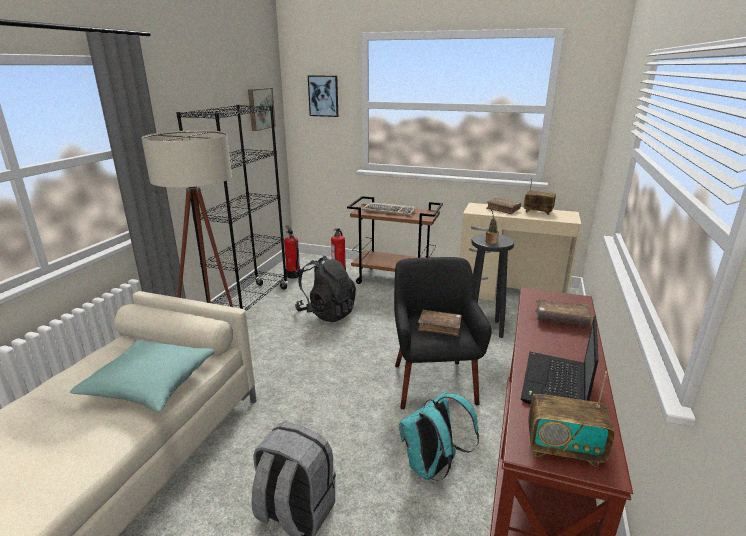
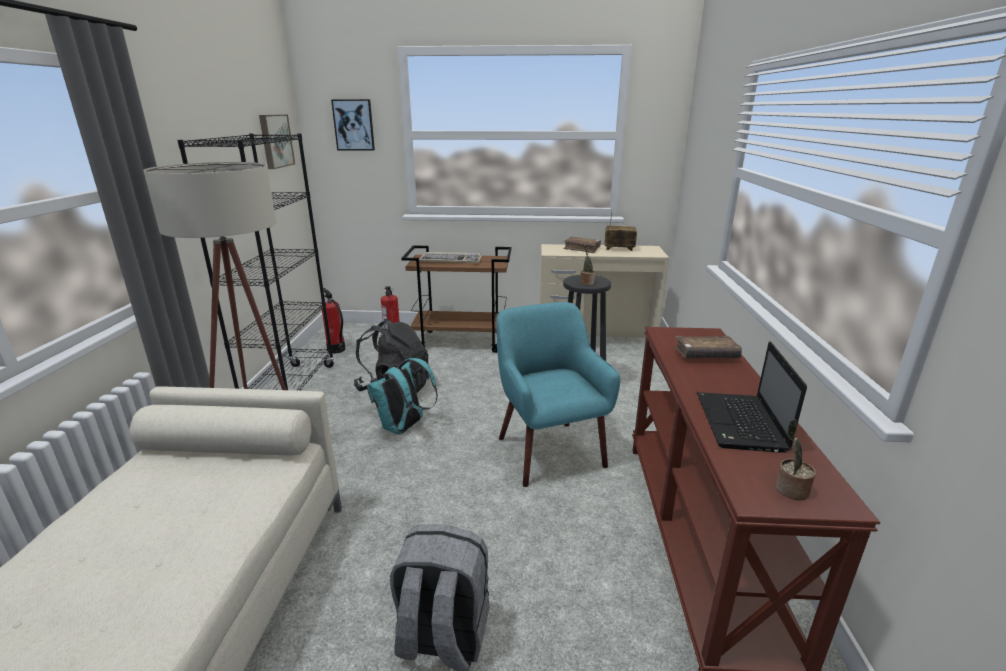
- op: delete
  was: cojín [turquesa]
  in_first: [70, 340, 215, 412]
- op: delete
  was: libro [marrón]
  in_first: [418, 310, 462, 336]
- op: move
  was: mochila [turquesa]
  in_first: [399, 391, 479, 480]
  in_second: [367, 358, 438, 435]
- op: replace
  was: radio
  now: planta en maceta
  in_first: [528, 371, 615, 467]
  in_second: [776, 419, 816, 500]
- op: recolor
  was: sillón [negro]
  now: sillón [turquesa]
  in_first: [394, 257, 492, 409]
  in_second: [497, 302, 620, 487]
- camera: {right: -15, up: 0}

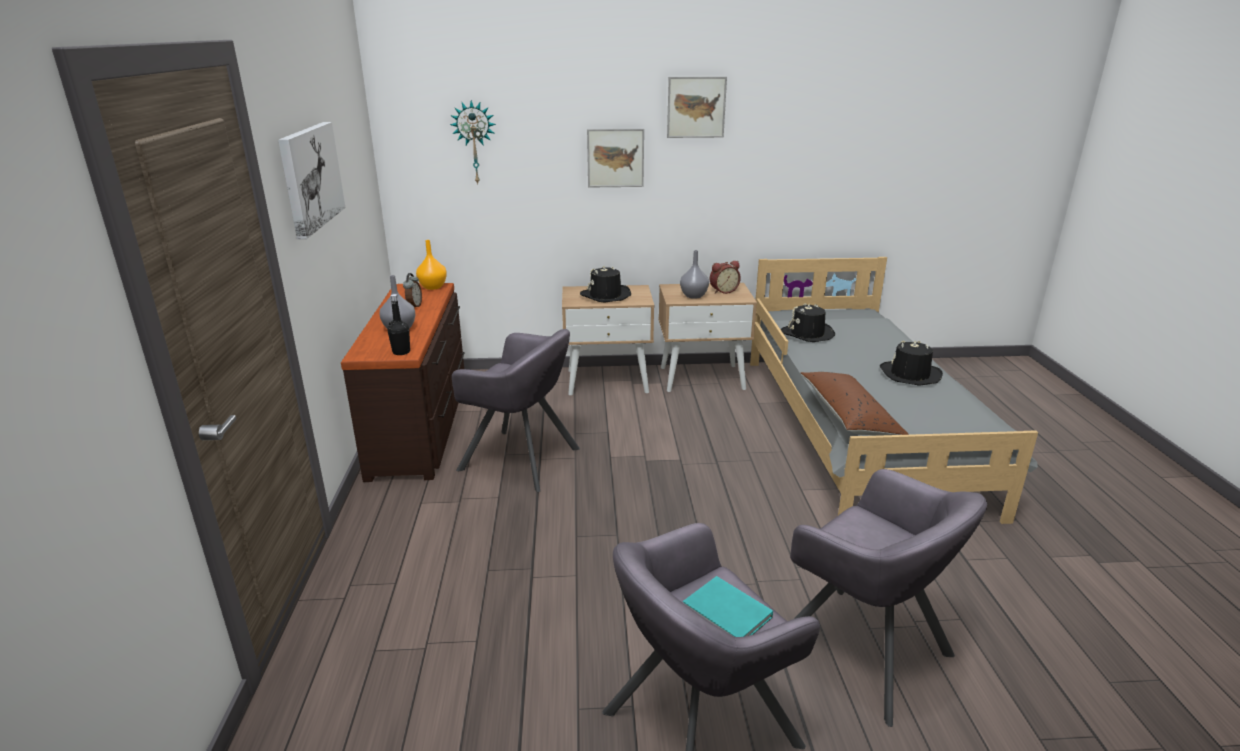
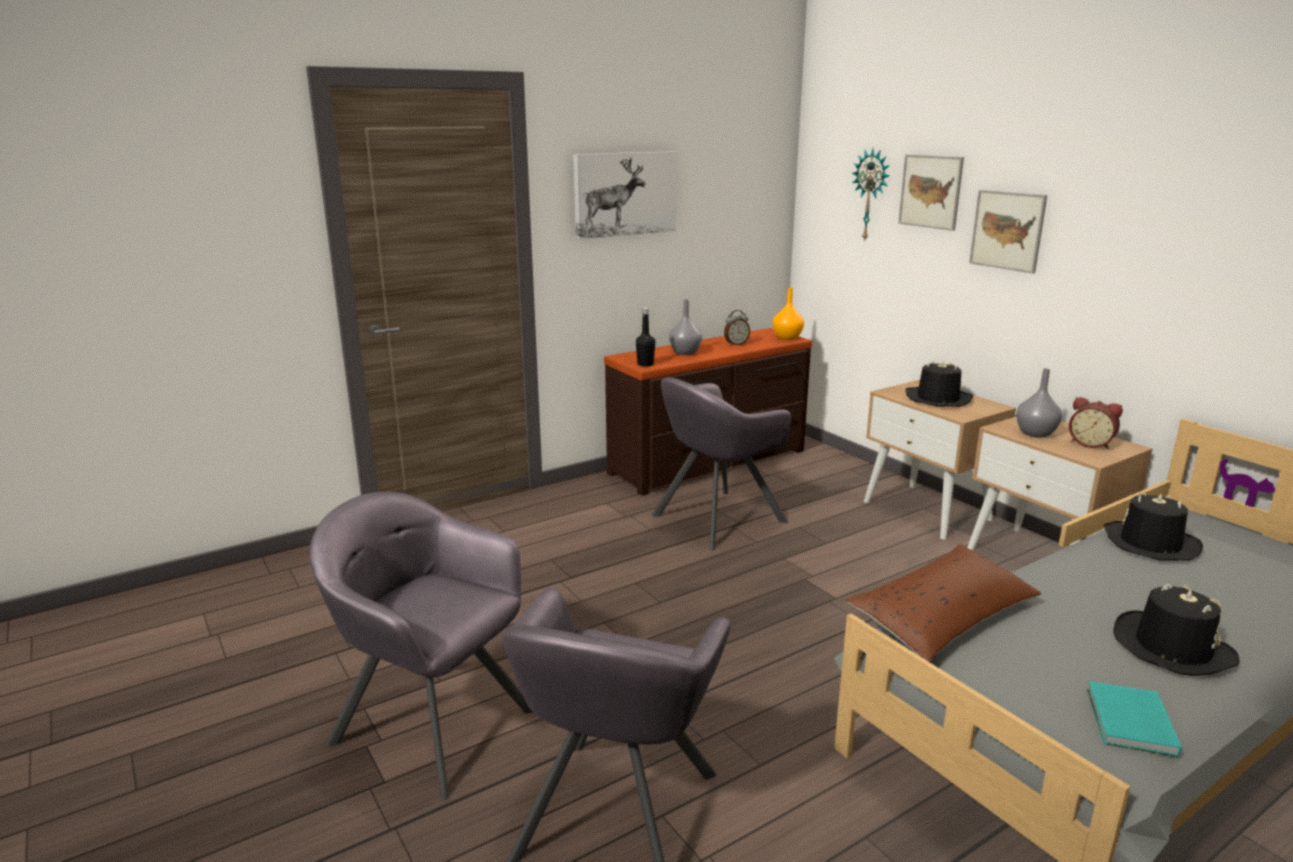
- op: move
  was: cuadro
  in_first: [667, 77, 727, 138]
  in_second: [898, 154, 964, 231]
- op: move
  was: libro [turquesa]
  in_first: [683, 576, 773, 637]
  in_second: [1087, 681, 1182, 757]
- op: rotate
  was: sillón [gris]
  in_first: [452, 329, 580, 492]
  in_second: [652, 378, 791, 551]
  clockwise: 60
- camera: {right: 60, up: -5}

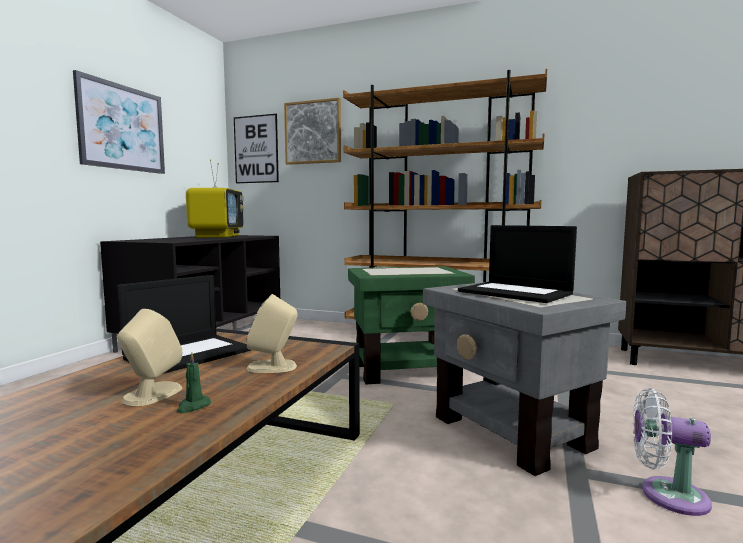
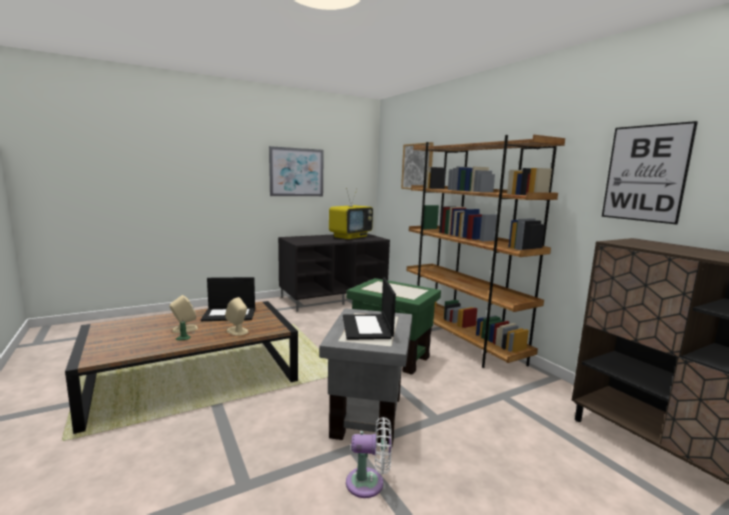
- op: move
  was: cuadro
  in_first: [234, 114, 279, 183]
  in_second: [602, 121, 698, 224]
- op: rotate
  was: ventilador [blanco]
  in_first: [633, 388, 712, 516]
  in_second: [346, 417, 392, 498]
  clockwise: 120
- camera: {right: 40, up: 5}

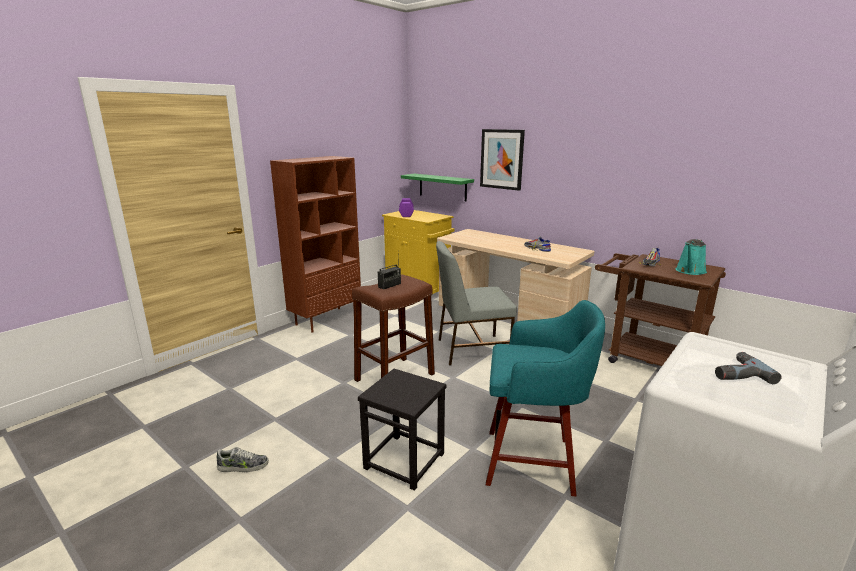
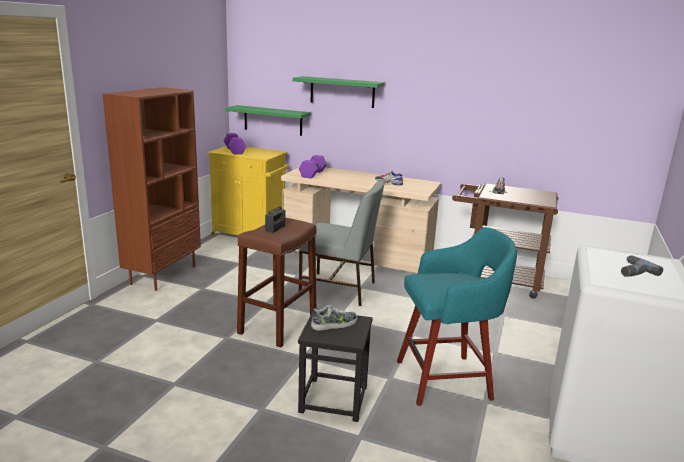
- op: delete
  was: regadera [turquesa]
  in_first: [676, 239, 707, 275]
- op: insert
  now: mancuerna [morado]
  in_second: [299, 155, 327, 178]
- op: move
  was: zapato
  in_first: [217, 447, 269, 472]
  in_second: [311, 305, 357, 331]
- op: replace
  was: cuadro
  now: estante [verde]
  in_first: [480, 129, 525, 191]
  in_second: [293, 76, 385, 108]
- op: rotate
  was: silla [gris]
  in_first: [436, 241, 517, 366]
  in_second: [298, 180, 384, 306]
  clockwise: -135
- camera: {right: -20, up: 0}

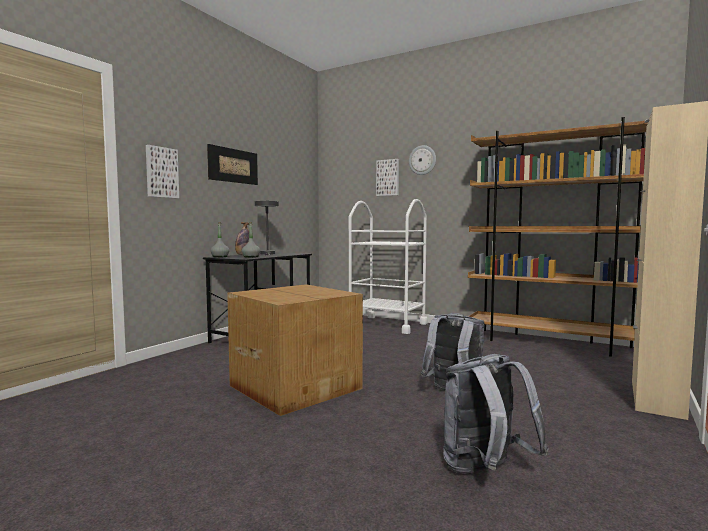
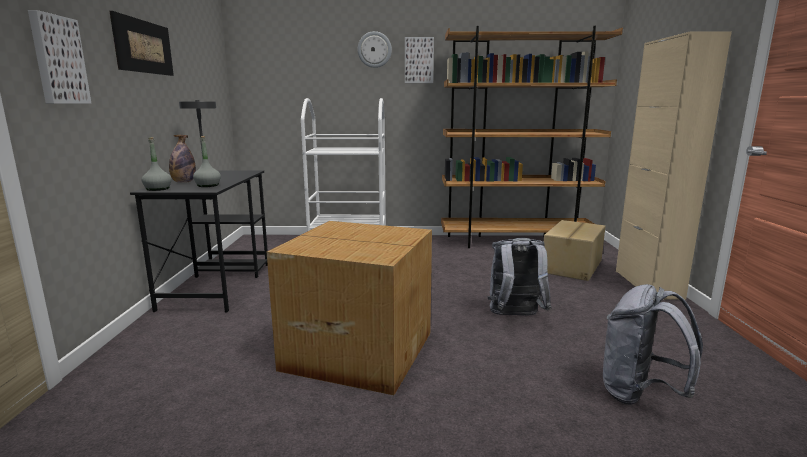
- op: insert
  now: caja de cartón
  in_second: [544, 220, 605, 281]
- op: move
  was: cuadro
  in_first: [376, 159, 399, 196]
  in_second: [405, 37, 434, 83]
- camera: {right: -30, up: 10}

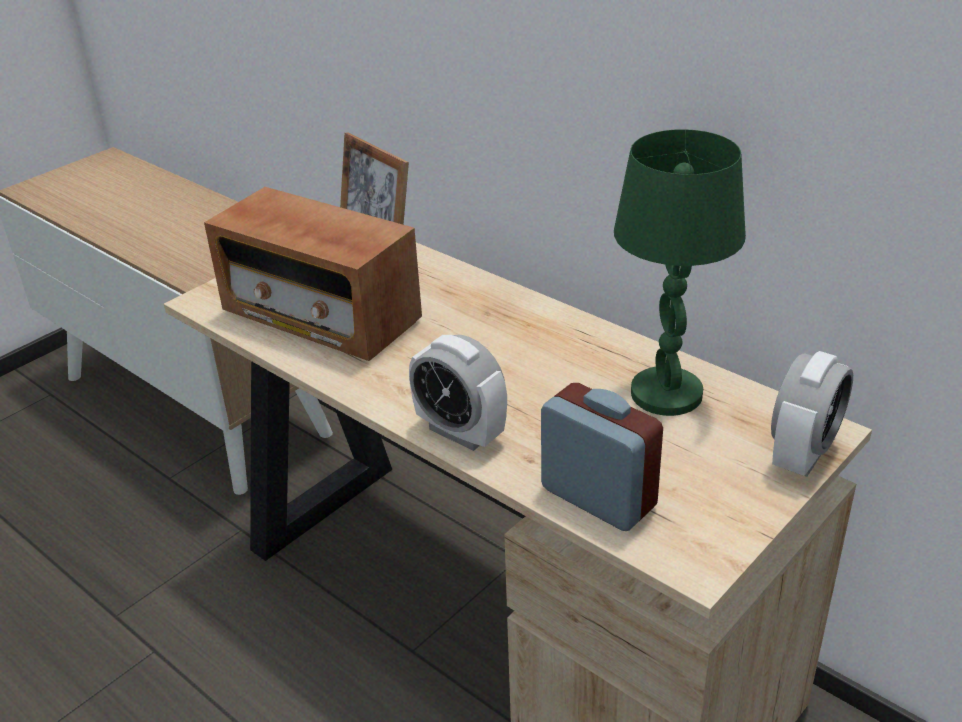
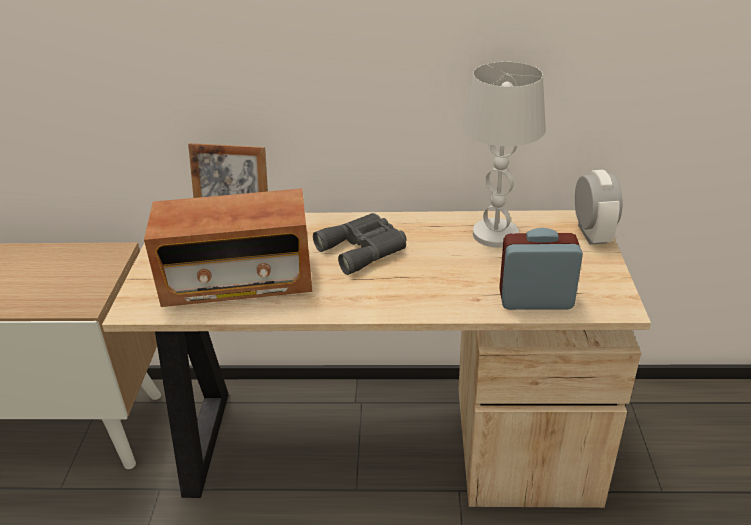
- op: delete
  was: despertador
  in_first: [409, 335, 507, 451]
- op: insert
  now: prismáticos [gris]
  in_second: [313, 213, 407, 275]
- op: recolor
  was: lámpara de mesa [verde]
  now: lámpara de mesa [blanco]
  in_first: [614, 129, 746, 416]
  in_second: [462, 62, 546, 247]
- camera: {right: -40, up: 0}

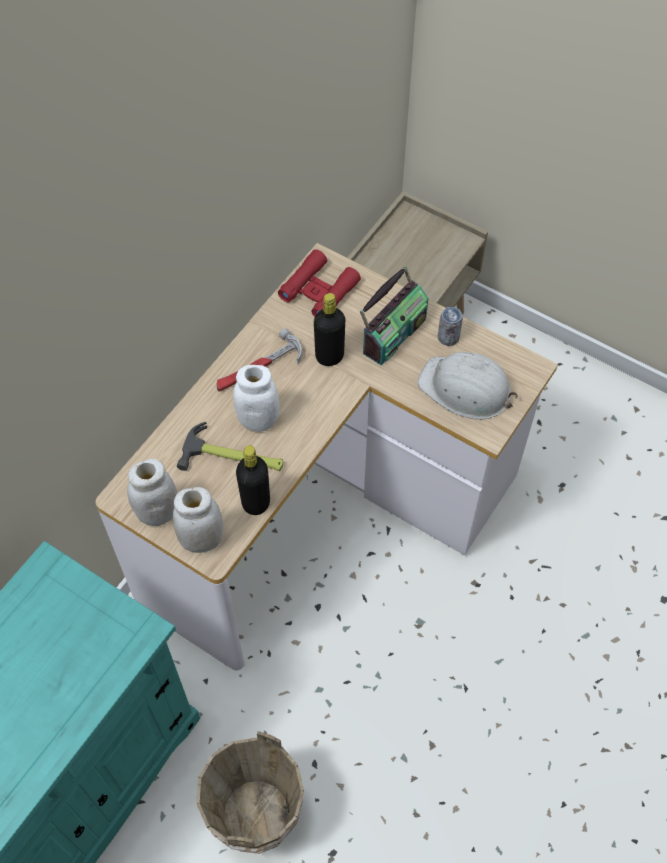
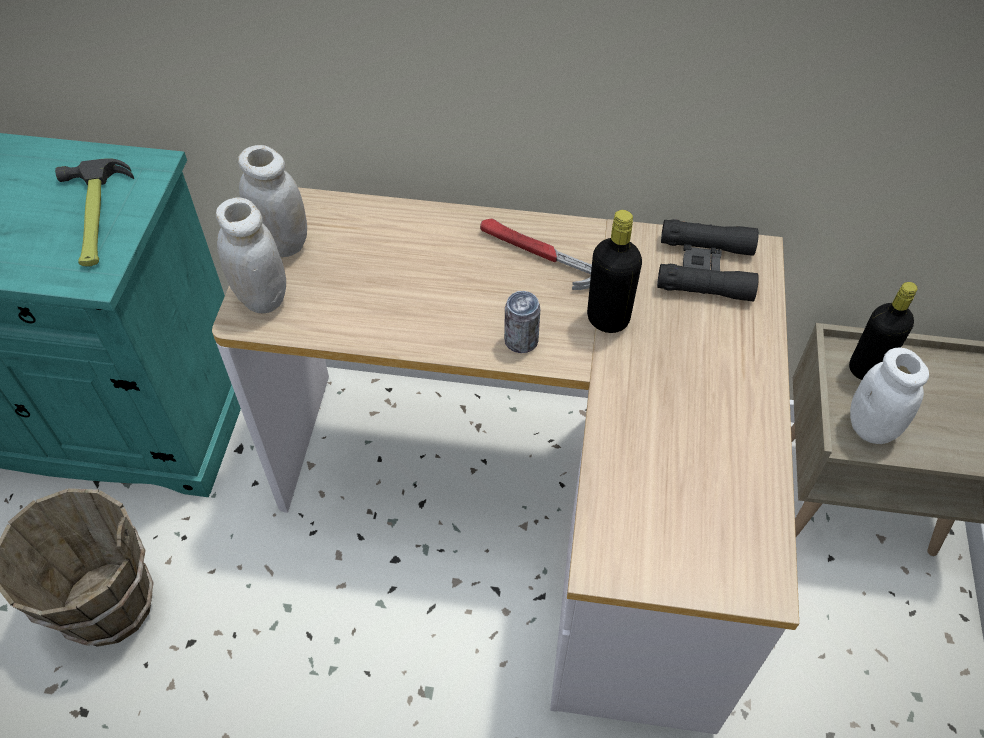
- op: delete
  was: radio
  in_first: [360, 266, 429, 365]
- op: delete
  was: casco [blanco]
  in_first: [418, 352, 519, 420]
- op: move
  was: martillo
  in_first: [177, 422, 283, 471]
  in_second: [55, 158, 134, 267]
- op: move
  was: tarro [blanco]
  in_first: [233, 365, 280, 432]
  in_second: [850, 348, 929, 444]
- op: move
  was: botella [negro]
  in_first: [236, 445, 270, 515]
  in_second: [849, 282, 918, 380]
- op: move
  was: lata
  in_first: [438, 307, 463, 346]
  in_second: [504, 291, 540, 353]
- op: recolor
  was: prismáticos [rojo]
  now: prismáticos [negro]
  in_first: [278, 249, 361, 317]
  in_second: [657, 219, 759, 302]
- camera: {right: 65, up: -5}

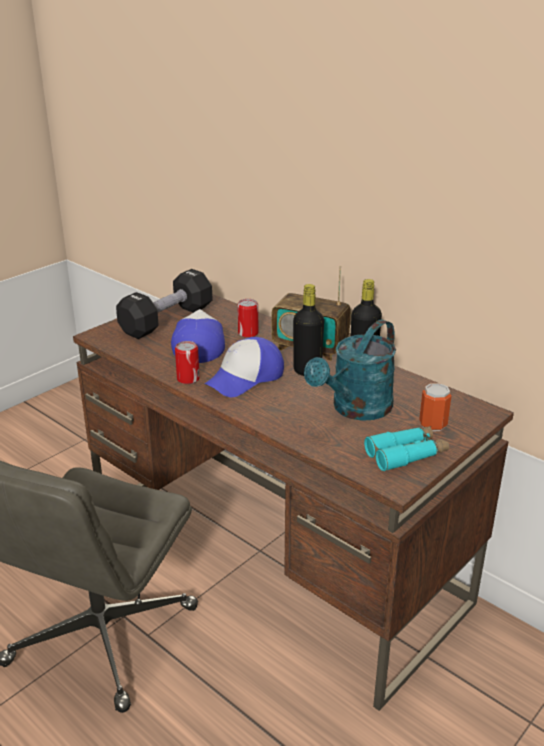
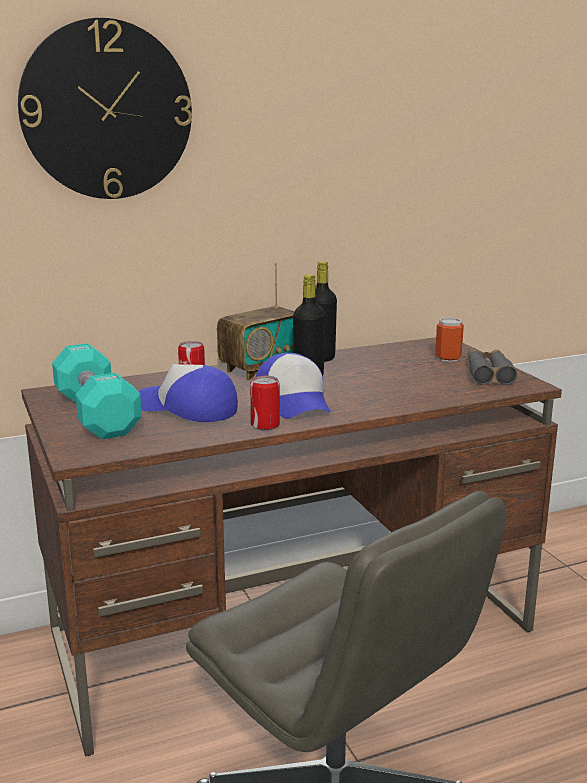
- op: delete
  was: regadera [turquesa]
  in_first: [304, 319, 396, 421]
- op: insert
  now: reloj de pared
  in_second: [18, 18, 192, 199]
- op: recolor
  was: mancuerna [negro]
  now: mancuerna [turquesa]
  in_first: [116, 269, 213, 339]
  in_second: [52, 343, 142, 439]
- op: recolor
  was: prismáticos [turquesa]
  now: prismáticos [gris]
  in_first: [364, 426, 449, 471]
  in_second: [468, 349, 517, 385]
- camera: {right: -65, up: -10}

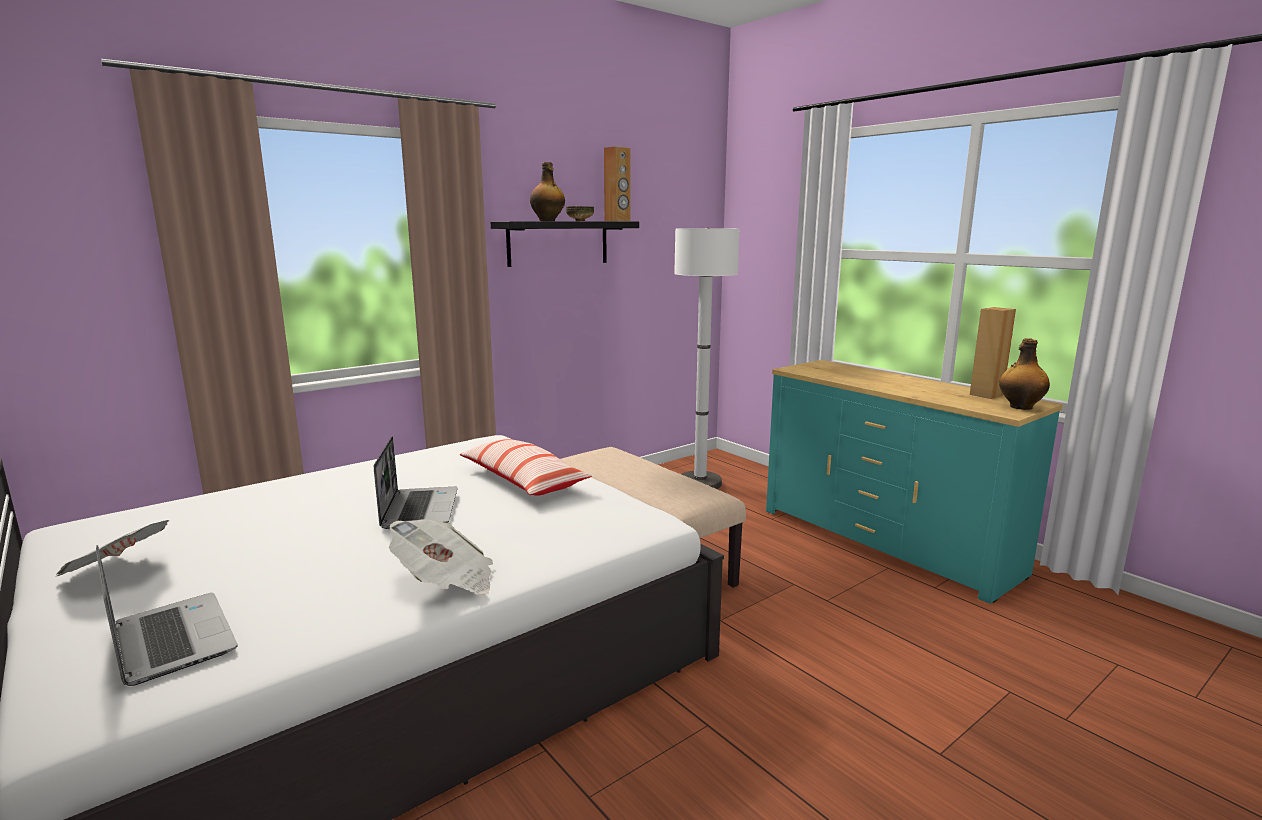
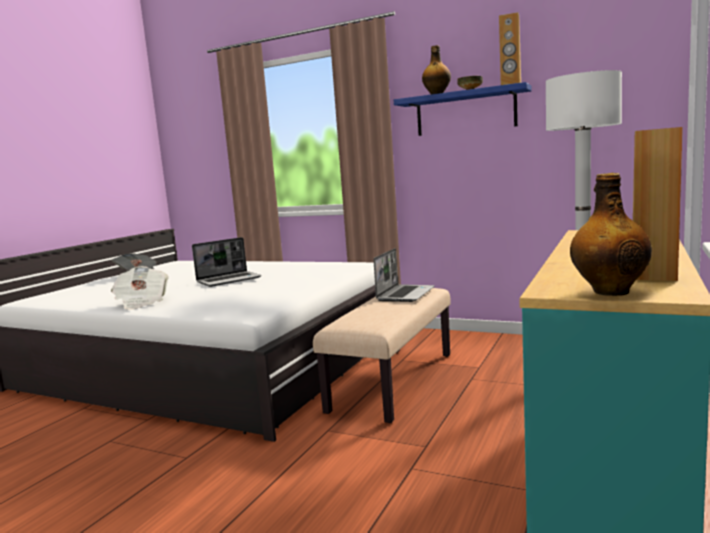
- op: delete
  was: cojín
  in_first: [460, 439, 592, 496]
- op: move
  was: portátil
  in_first: [96, 545, 237, 686]
  in_second: [373, 248, 435, 302]
- op: recolor
  was: estante [negro]
  now: estante [azul]
  in_first: [491, 222, 639, 267]
  in_second: [394, 82, 532, 136]
- camera: {right: 65, up: -5}

